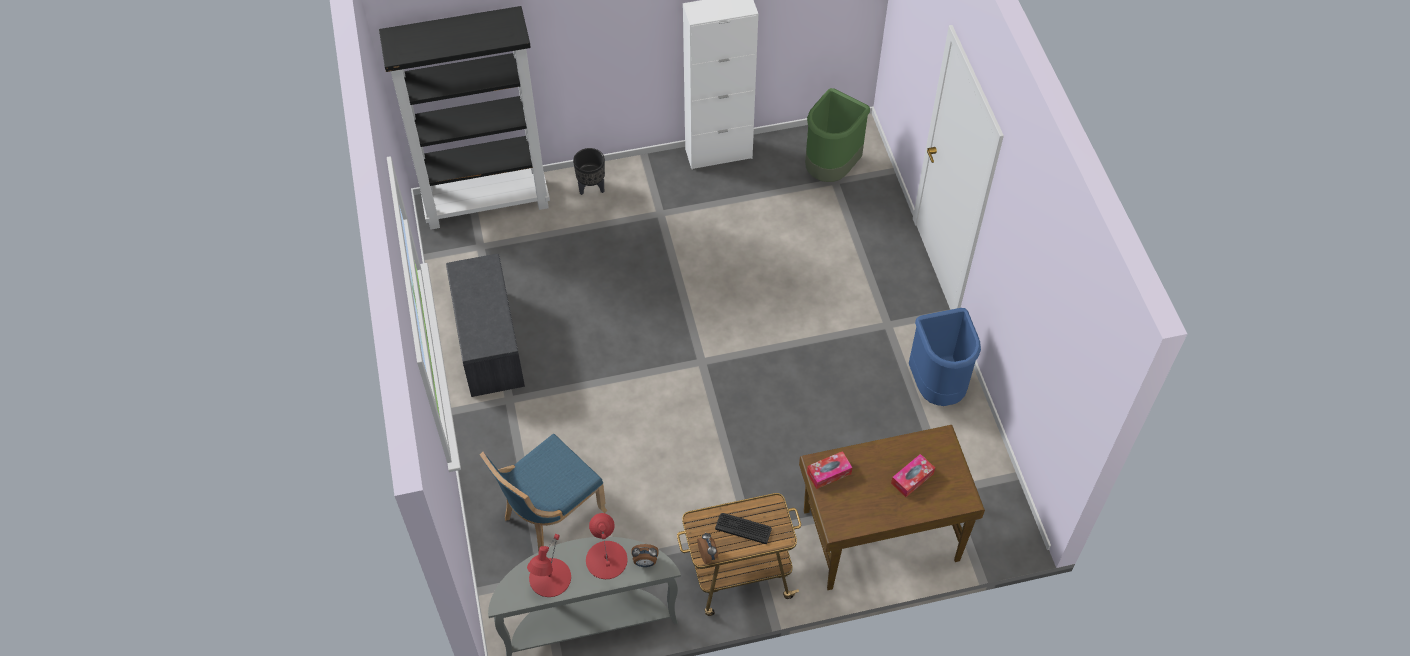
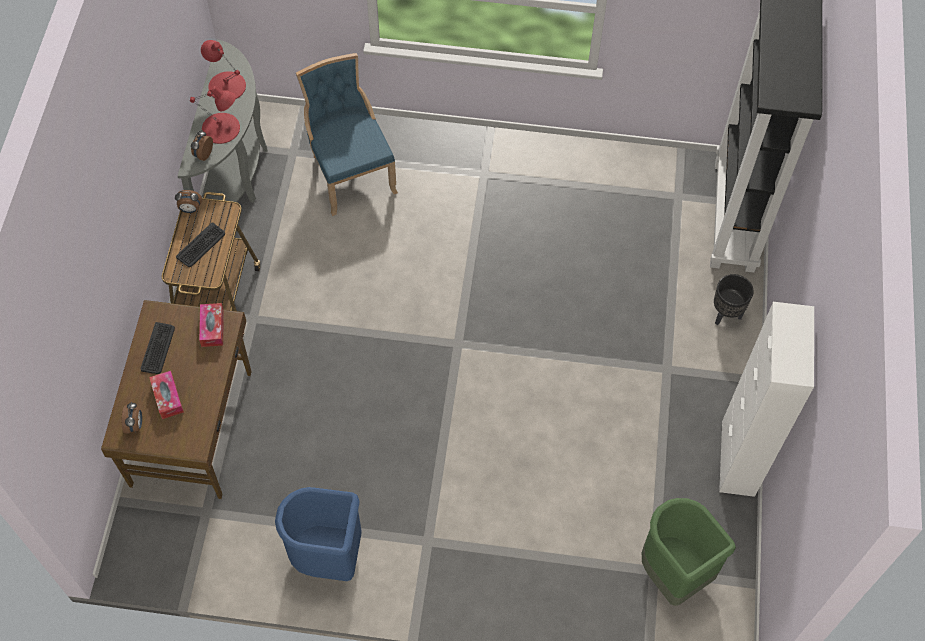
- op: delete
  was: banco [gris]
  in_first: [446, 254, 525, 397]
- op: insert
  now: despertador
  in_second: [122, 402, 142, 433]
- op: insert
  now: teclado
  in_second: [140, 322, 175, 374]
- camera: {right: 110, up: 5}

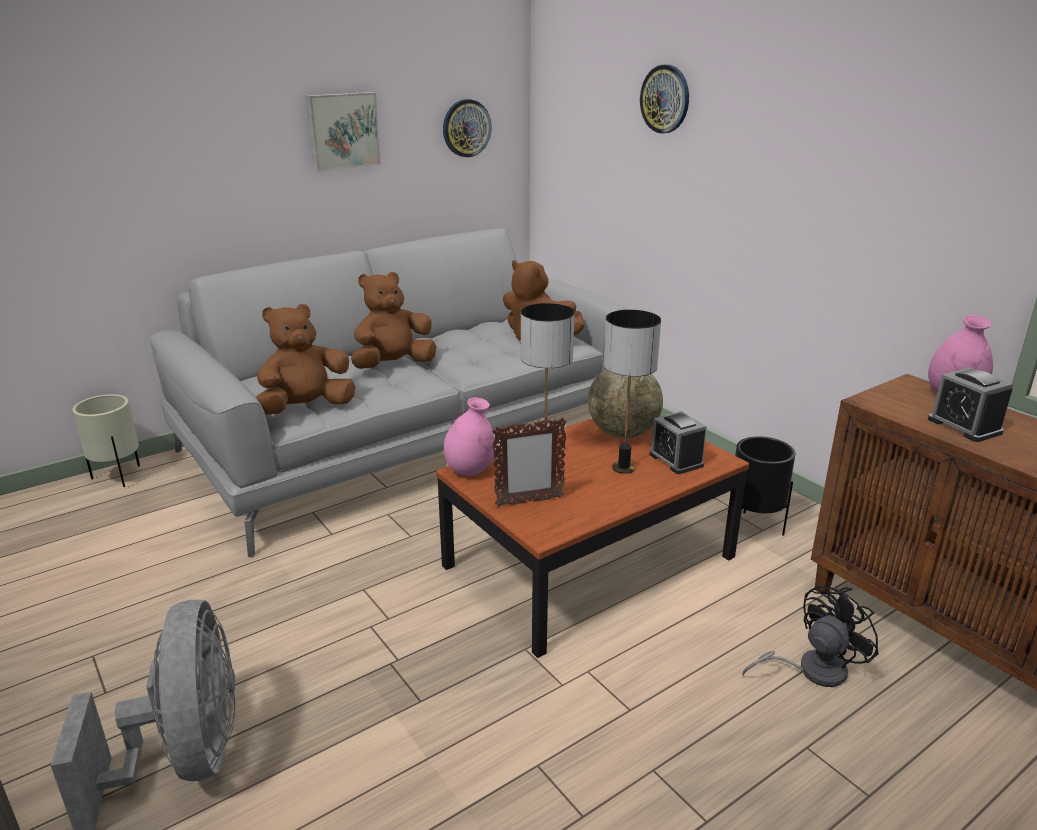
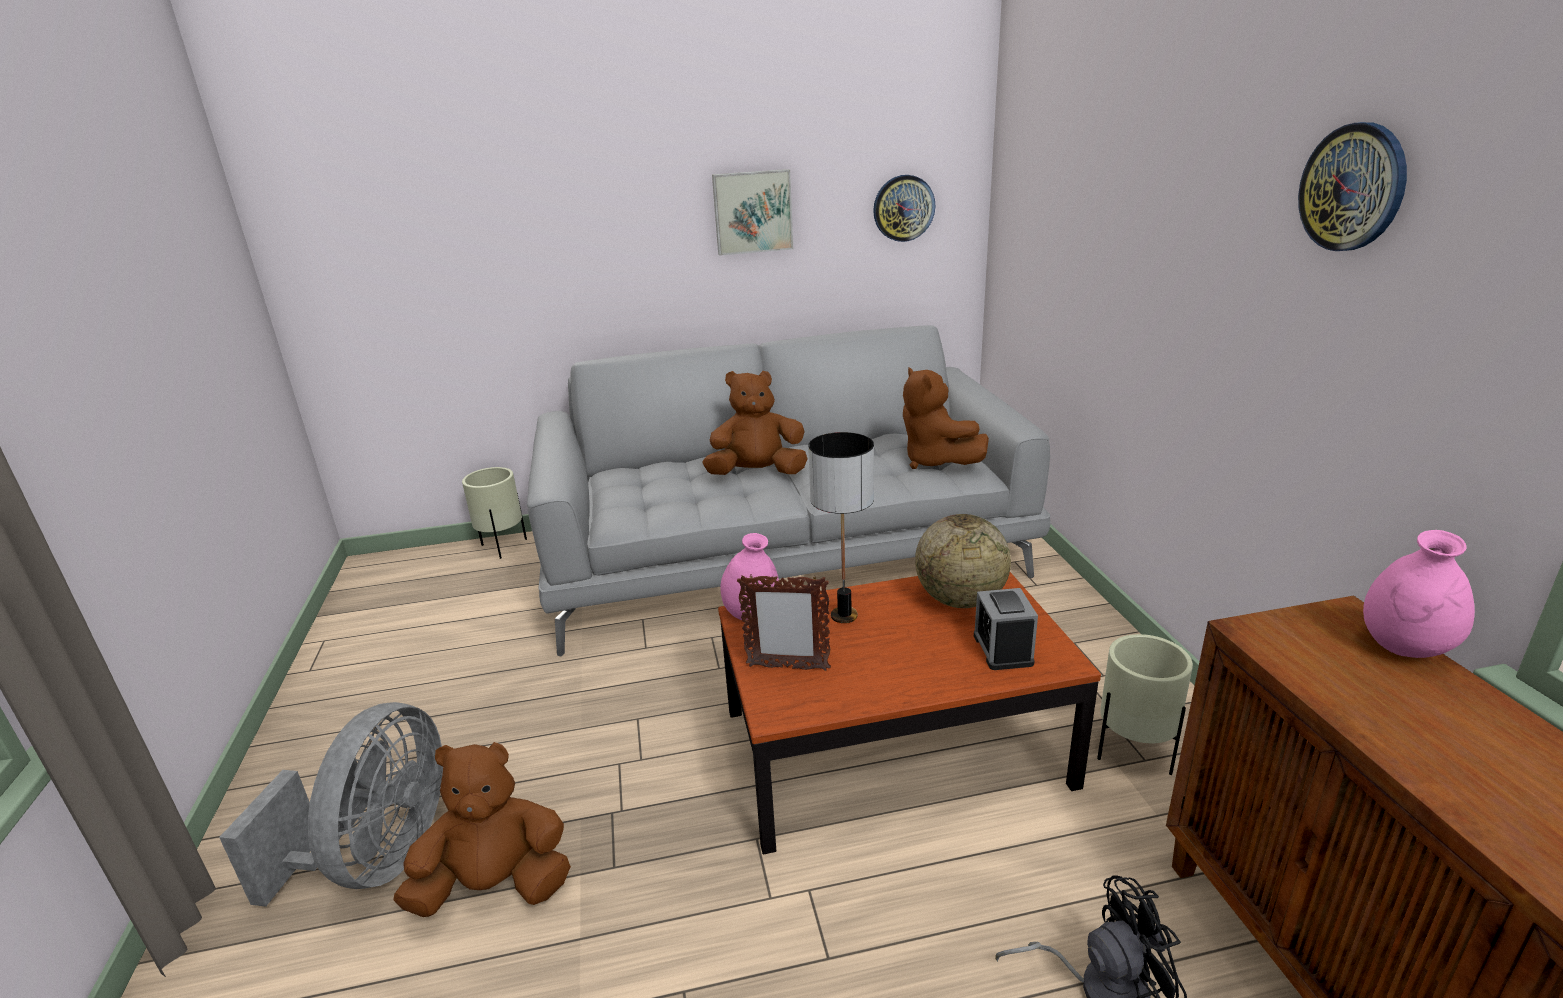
- op: delete
  was: lámpara de mesa
  in_first: [603, 310, 661, 474]
- op: delete
  was: despertador
  in_first: [928, 368, 1013, 442]
- op: move
  was: peluche [marrón]
  in_first: [256, 304, 355, 415]
  in_second: [393, 742, 571, 917]
- op: move
  was: reloj de pared
  in_first: [640, 65, 689, 134]
  in_second: [1298, 122, 1407, 251]
- op: recolor
  was: maceta [negro]
  now: maceta [beis]
  in_first: [730, 436, 795, 536]
  in_second: [1097, 634, 1193, 775]
- camera: {right: 25, up: 0}

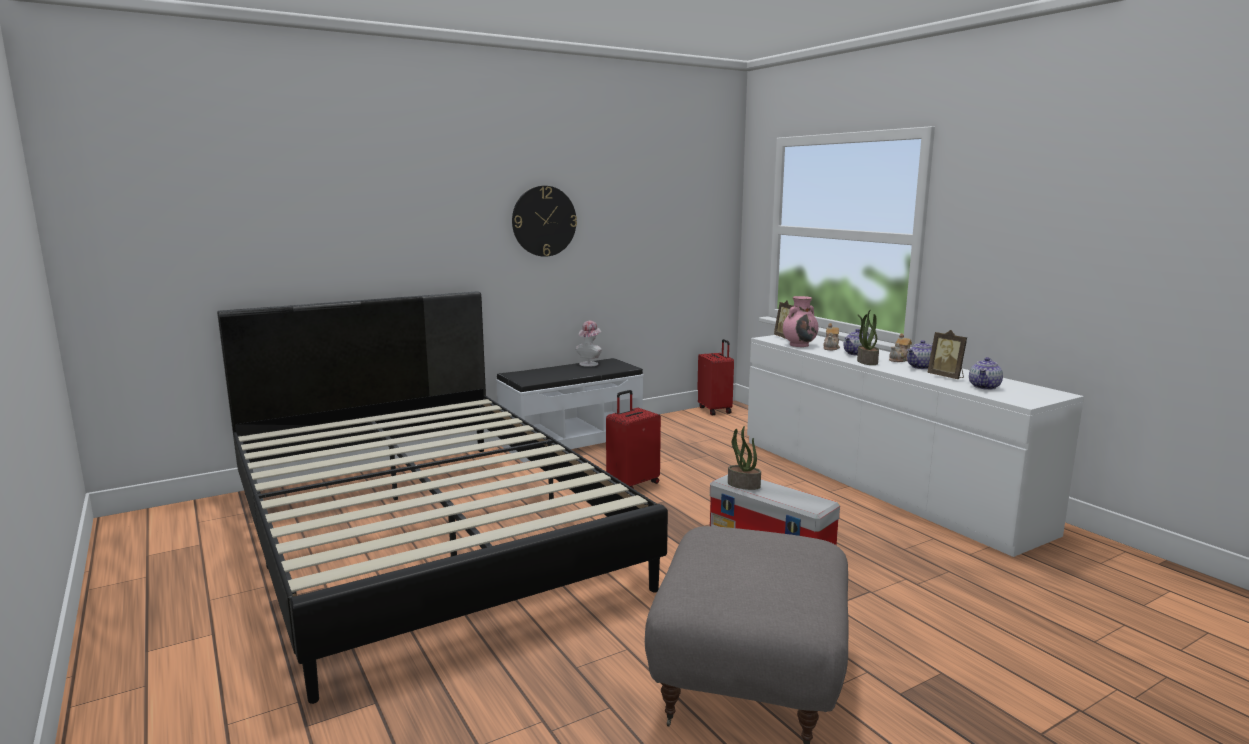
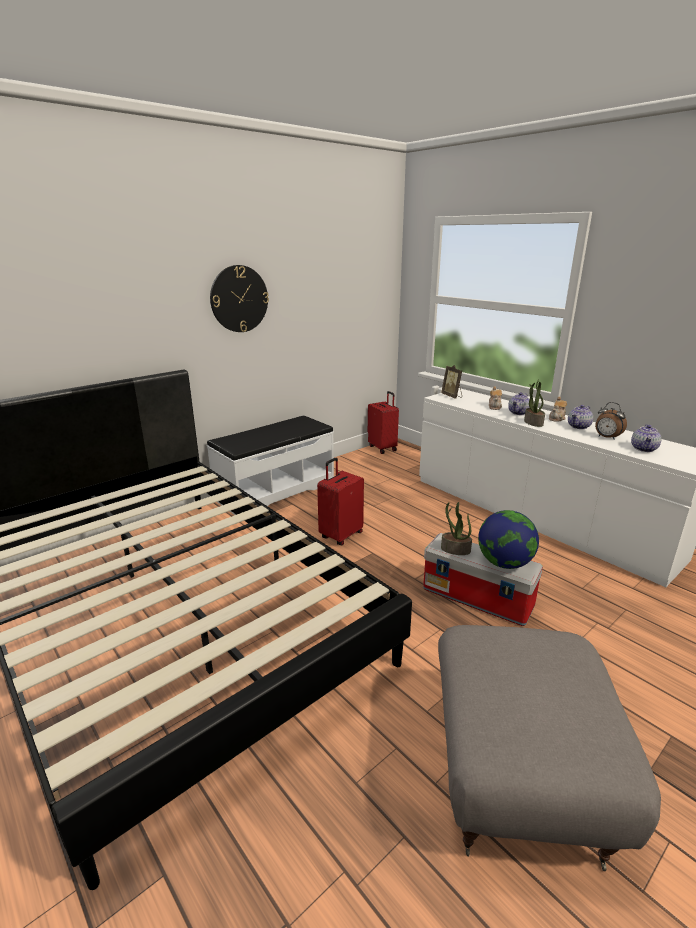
- op: delete
  was: sombrero
  in_first: [576, 321, 602, 367]
- op: delete
  was: florero [rosa]
  in_first: [783, 296, 818, 347]
- op: insert
  now: globo terráqueo
  in_second: [478, 510, 539, 569]
- op: replace
  was: portarretratos
  now: despertador
  in_first: [927, 330, 967, 379]
  in_second: [595, 402, 627, 440]
- camera: {right: -10, up: 10}

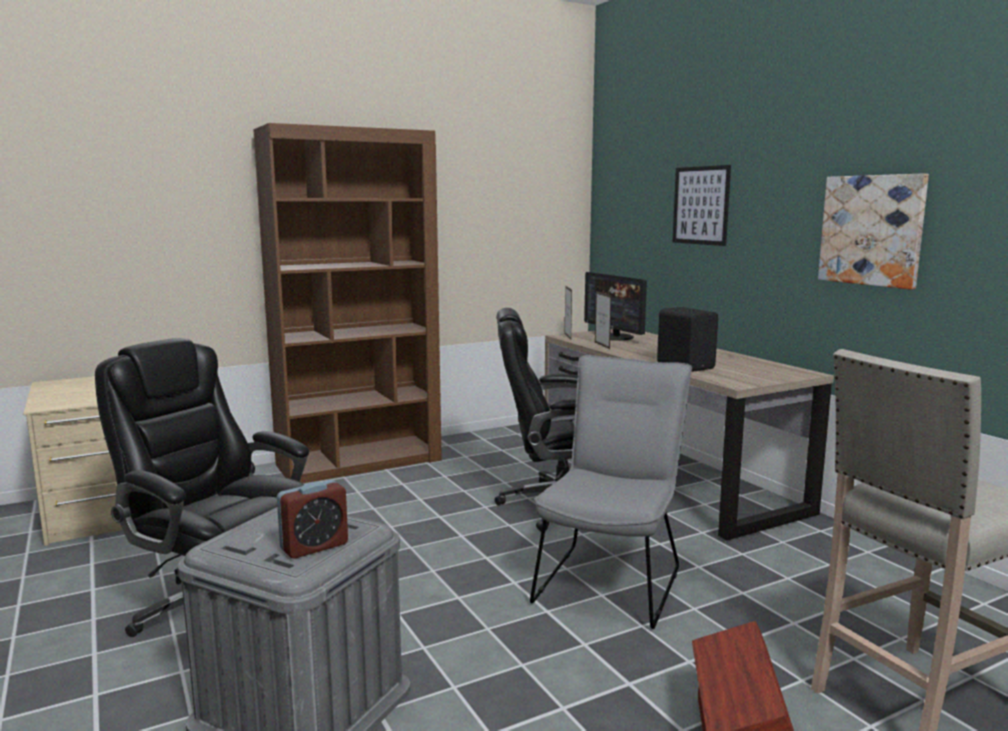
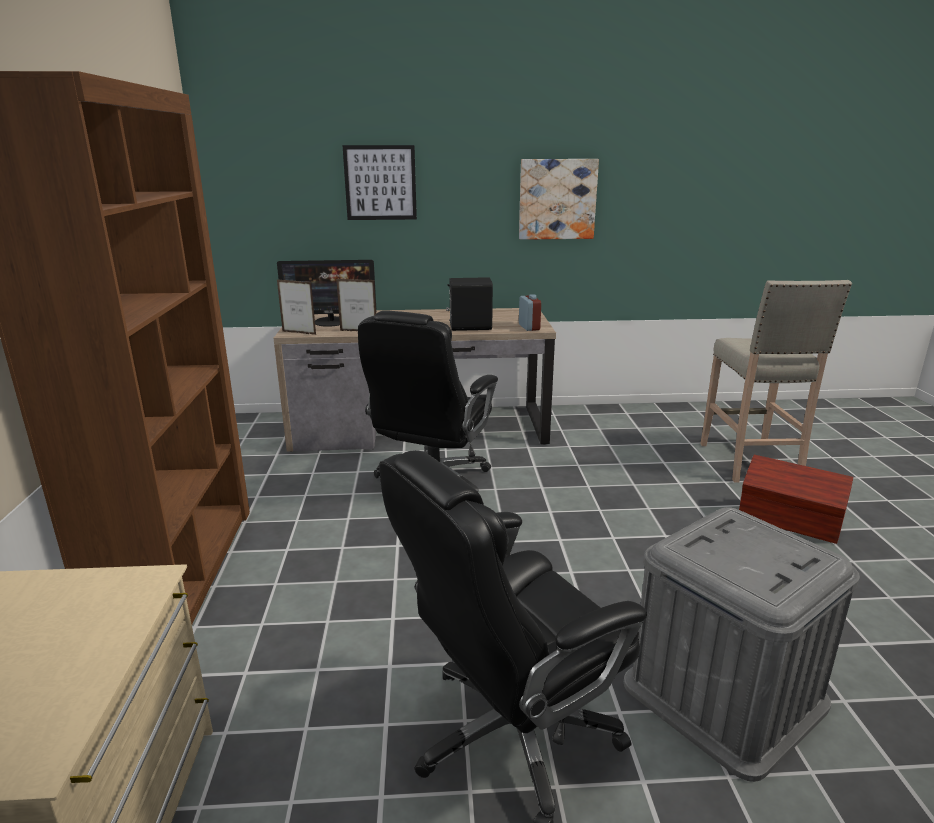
- op: delete
  was: silla [gris]
  in_first: [530, 355, 692, 629]
- op: move
  was: despertador
  in_first: [277, 480, 348, 559]
  in_second: [519, 294, 541, 331]
- camera: {right: -65, up: 10}

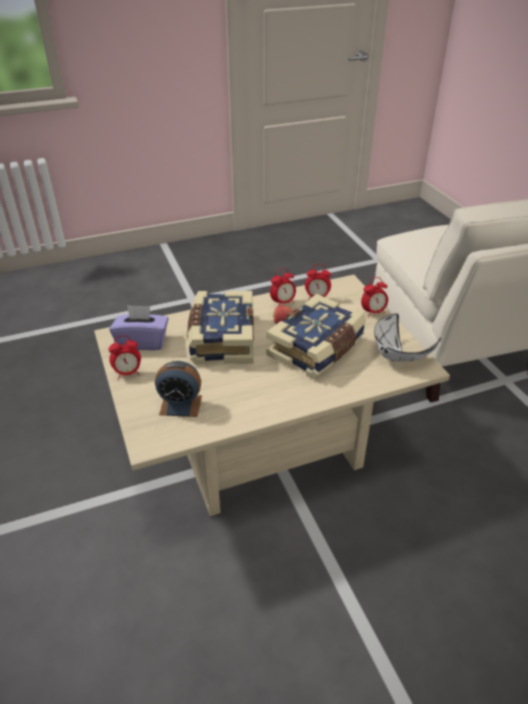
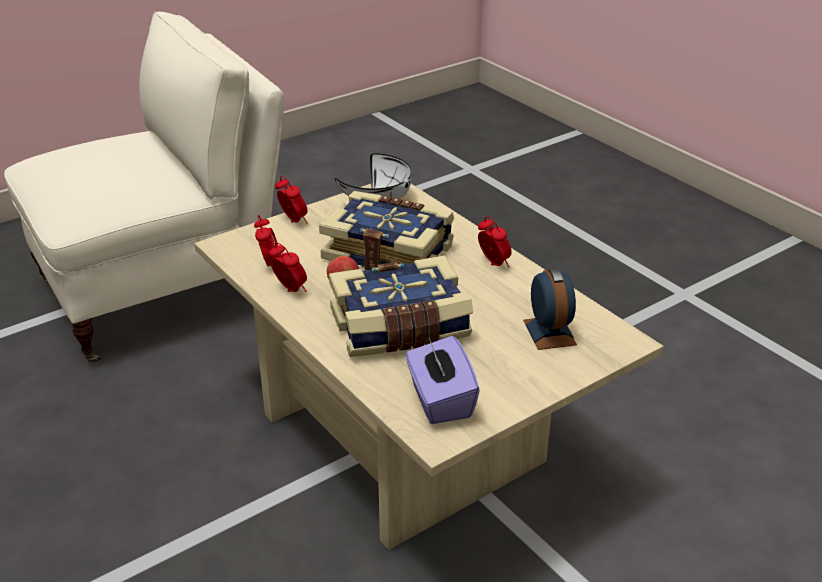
- op: move
  was: despertador
  in_first: [109, 335, 141, 380]
  in_second: [478, 216, 512, 267]
- camera: {right: -105, up: -5}

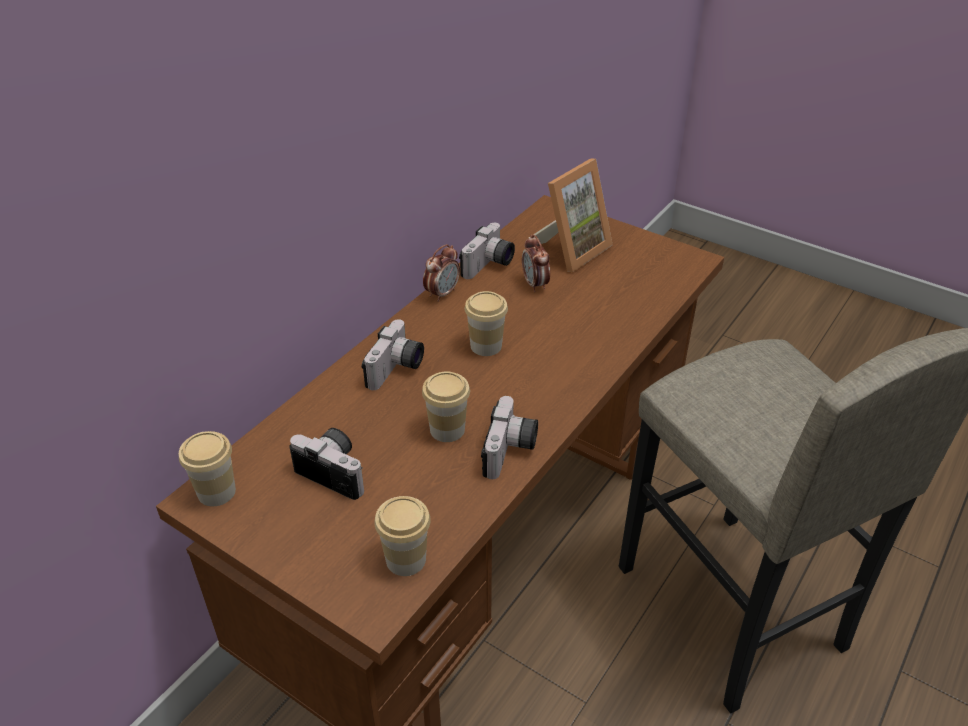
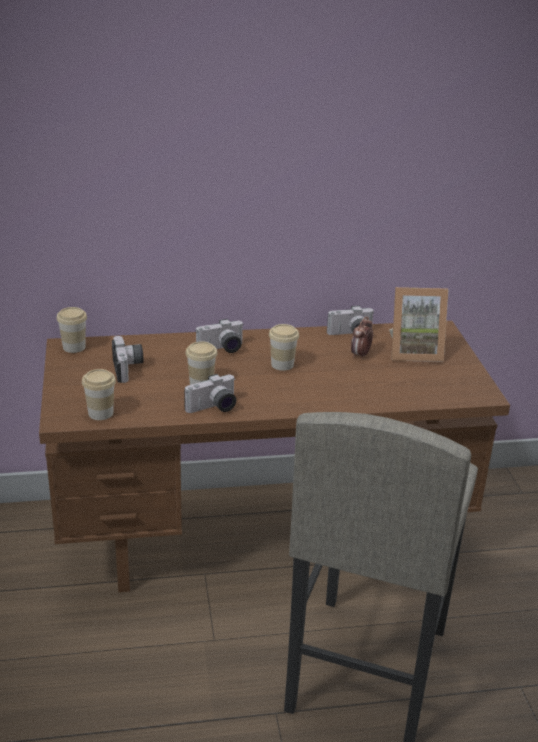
- op: delete
  was: despertador
  in_first: [423, 244, 460, 302]
- camera: {right: 45, up: -10}

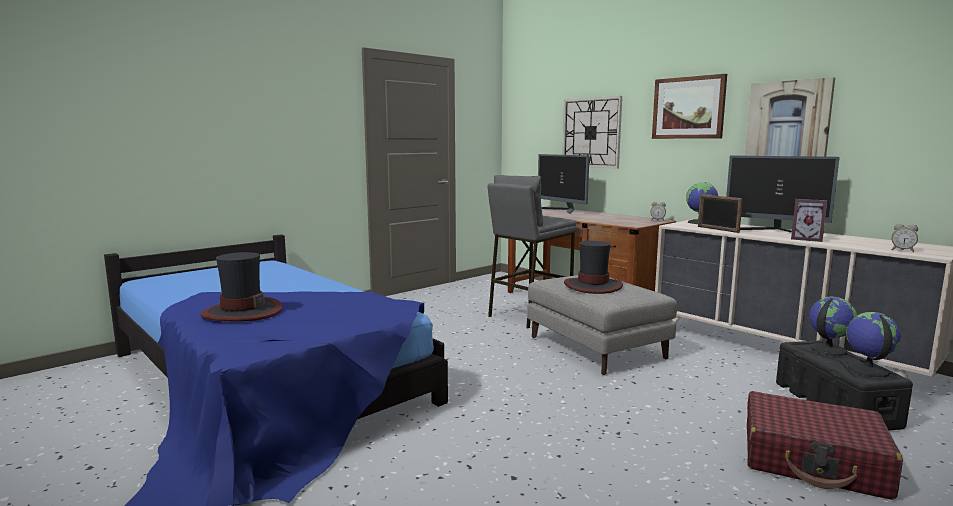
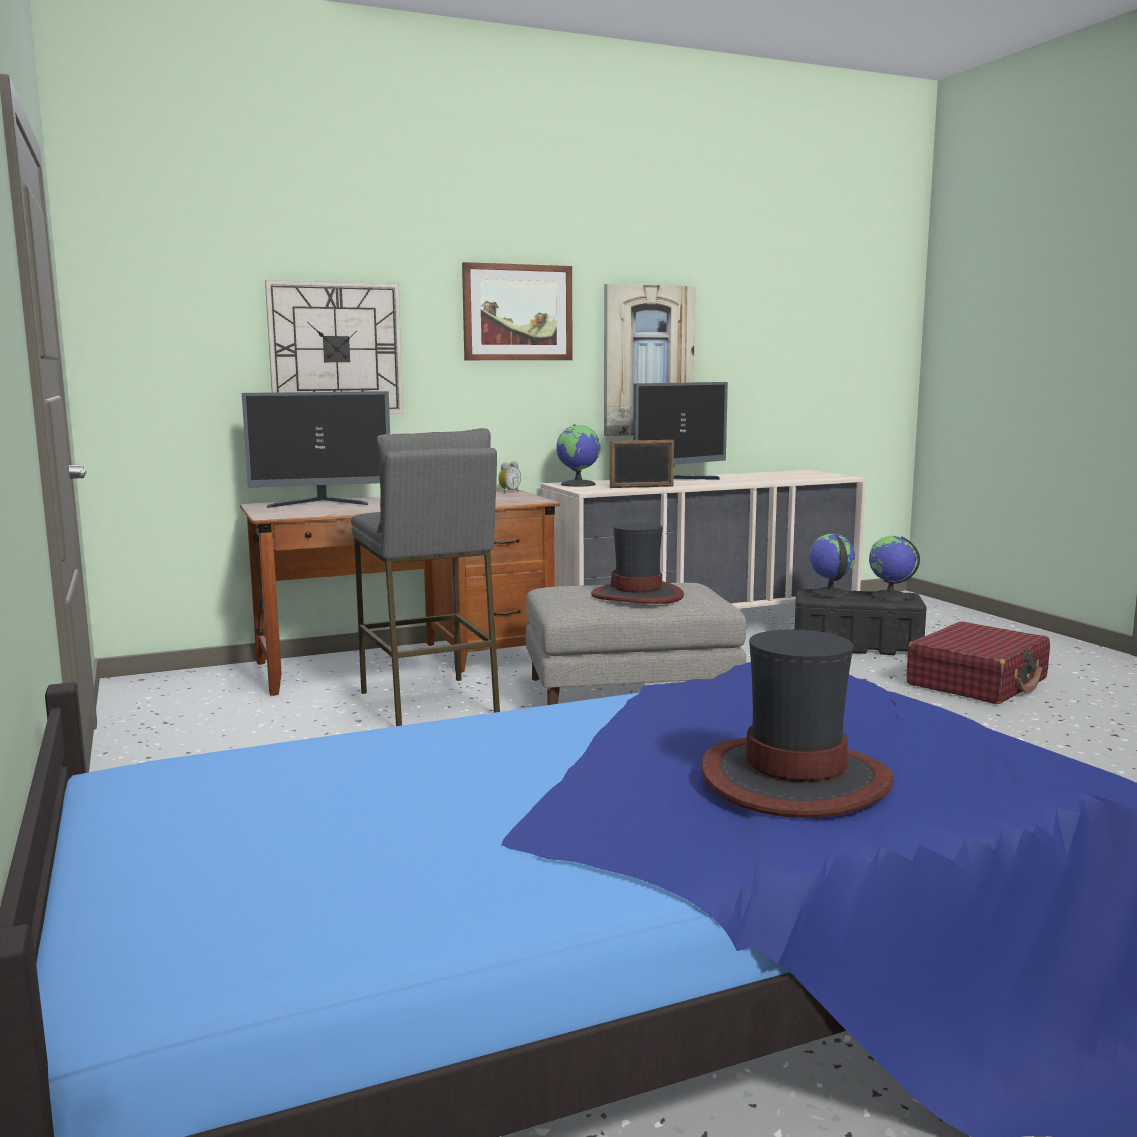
- op: delete
  was: portarretratos
  in_first: [791, 199, 827, 242]
- op: delete
  was: despertador
  in_first: [892, 224, 918, 252]
- camera: {right: -70, up: 0}

